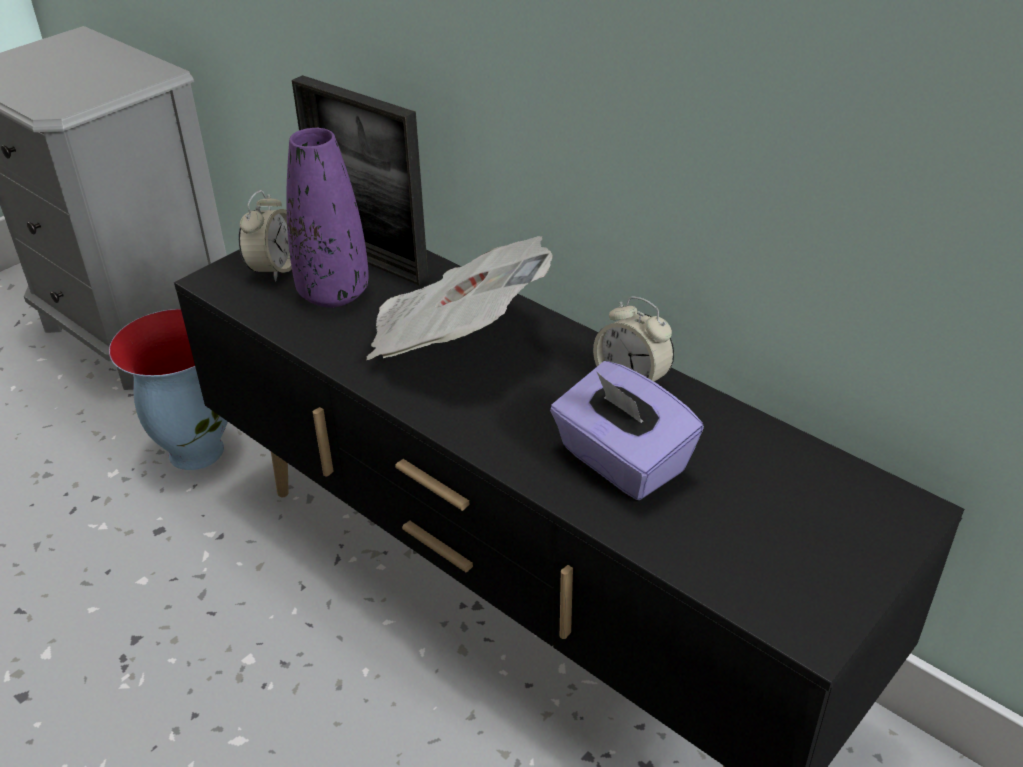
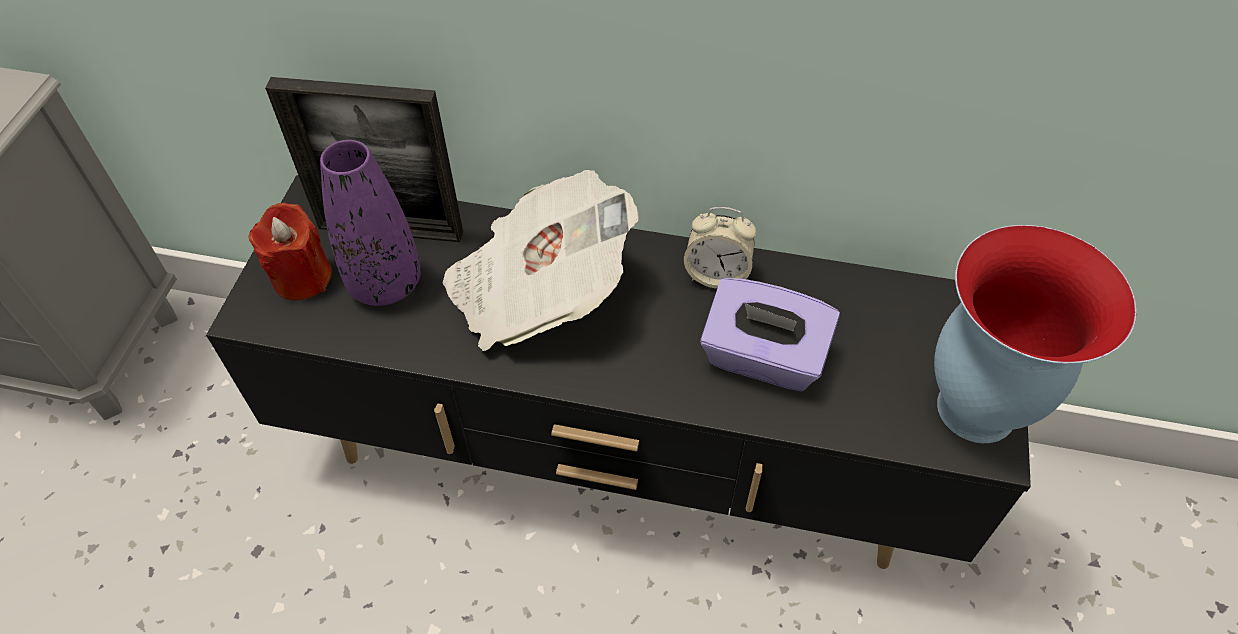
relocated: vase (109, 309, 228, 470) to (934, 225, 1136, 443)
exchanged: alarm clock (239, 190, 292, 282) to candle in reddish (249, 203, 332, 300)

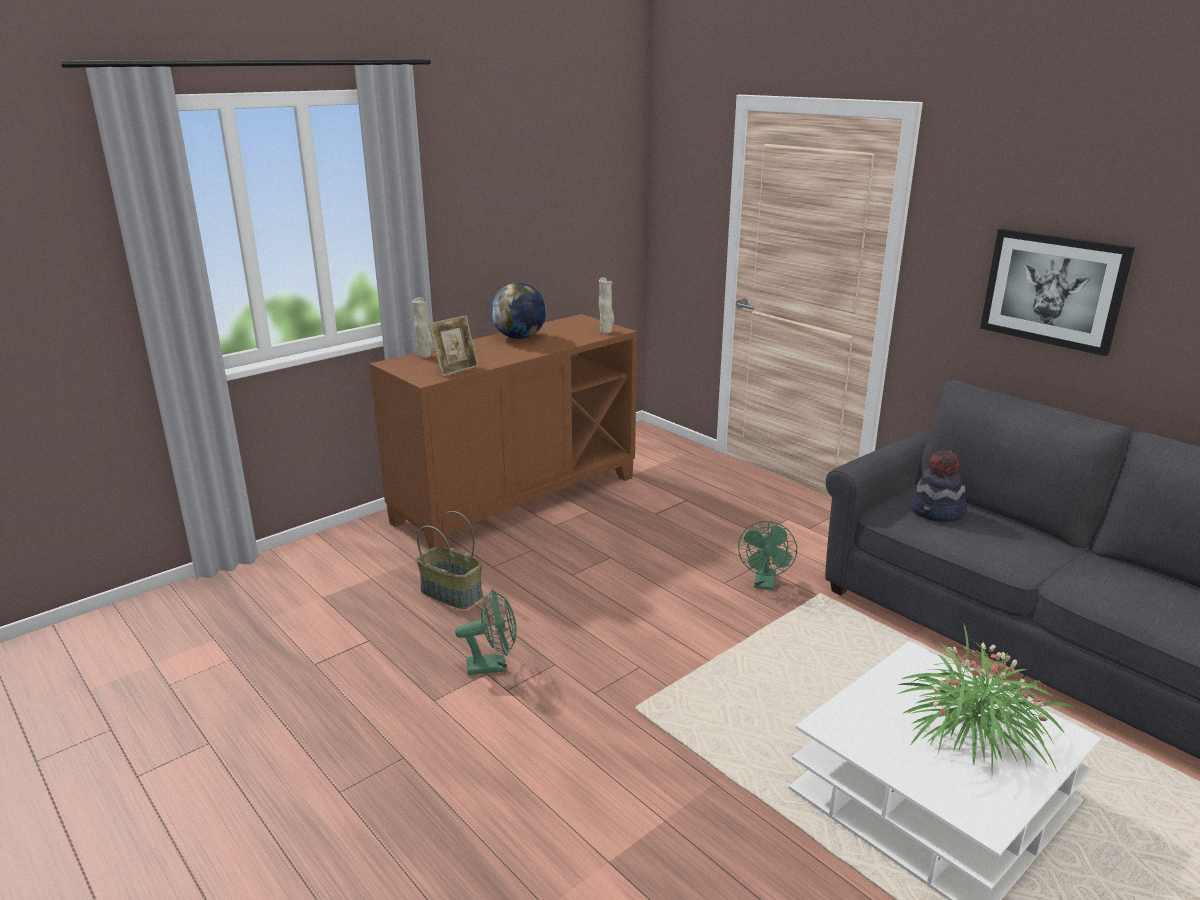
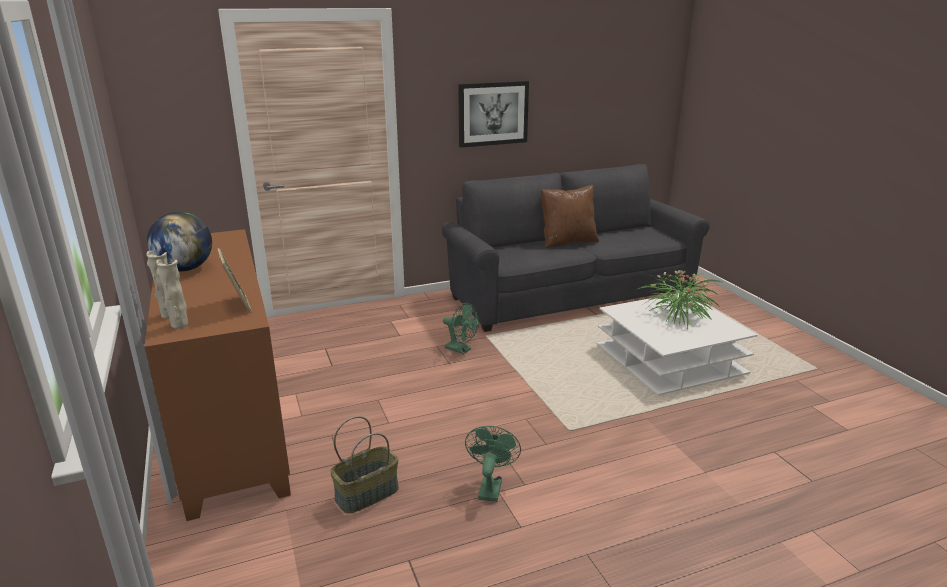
missing: wearable hat (911, 450, 967, 522)
appeared: cushion in brown-coloured (541, 185, 599, 248)
relocated: vase in beige-coloured (599, 277, 614, 333) to (156, 260, 188, 329)

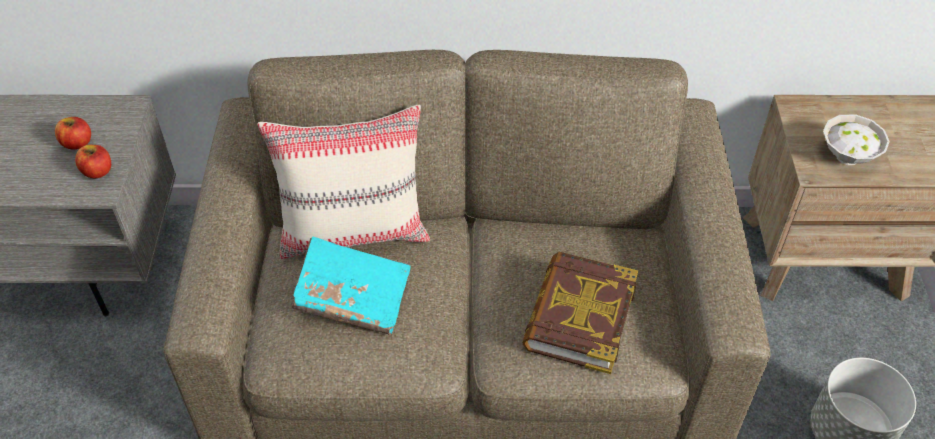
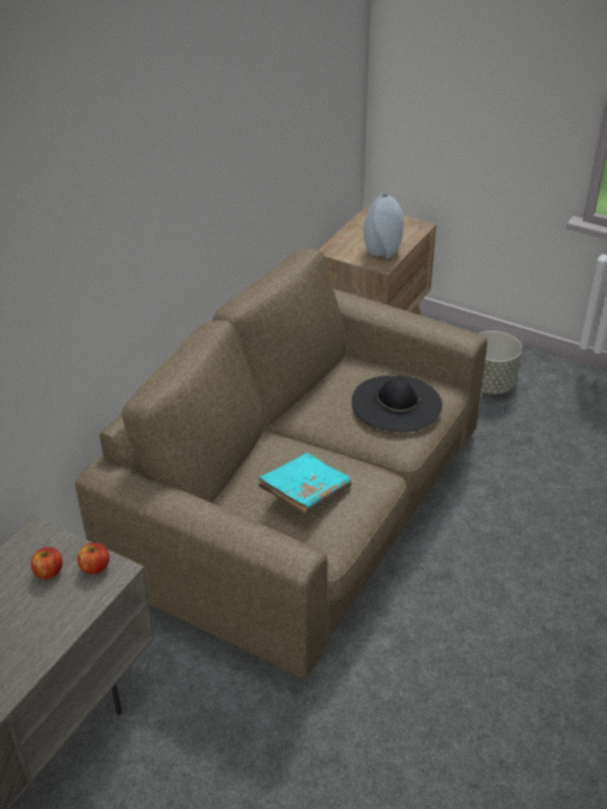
missing: cushion in beige-coloured (257, 105, 430, 259)
exchanged: book (522, 251, 638, 374) to wearable hat in black (352, 375, 442, 432); bowl in whitish (823, 114, 890, 165) to vase in greyish (364, 194, 404, 259)

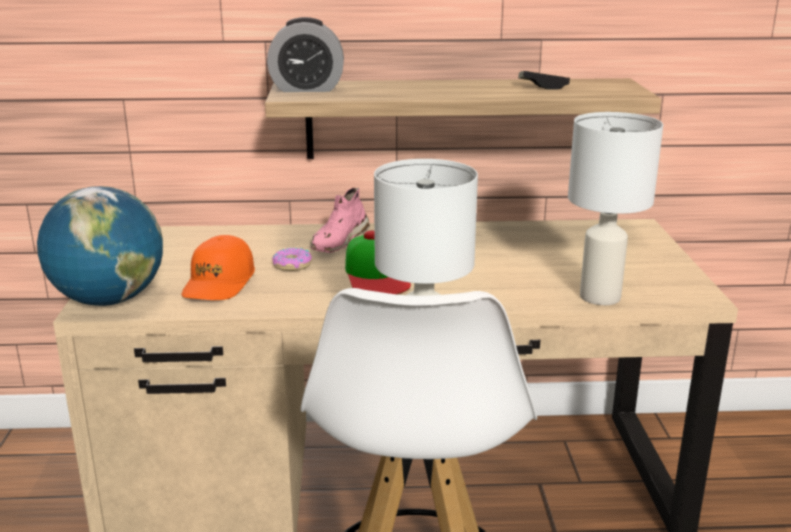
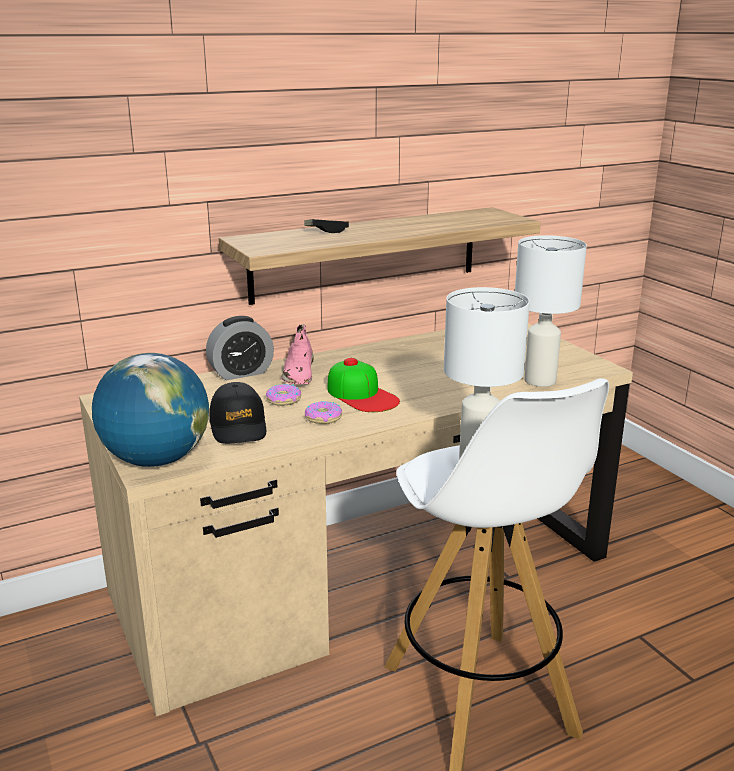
appeared: ring doughnut (305, 401, 342, 424)
relocated: alarm clock (267, 17, 344, 92) to (206, 316, 274, 380); game controller (518, 71, 570, 90) to (304, 219, 349, 233)
colour: peaked cap in orange-coloured (182, 235, 255, 300) to peaked cap in black (209, 382, 266, 444)

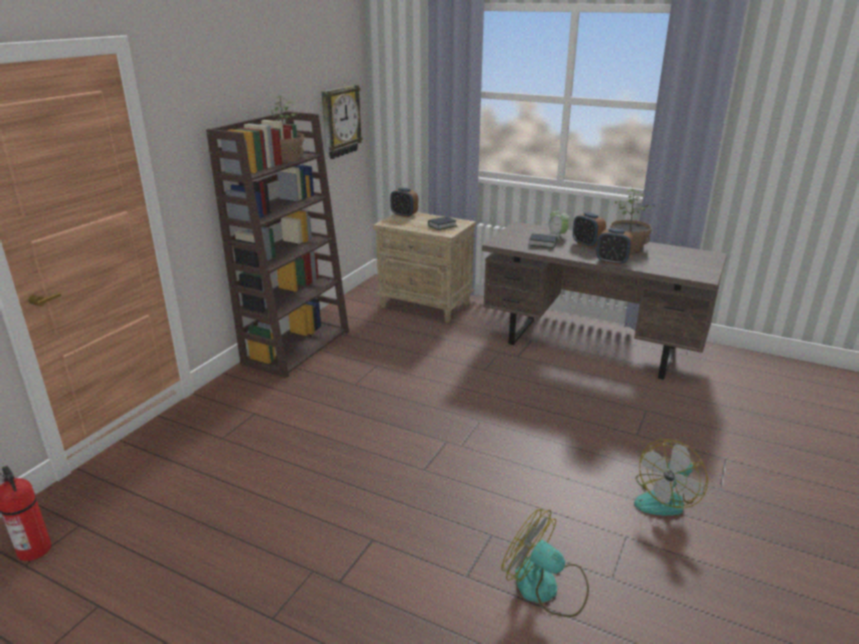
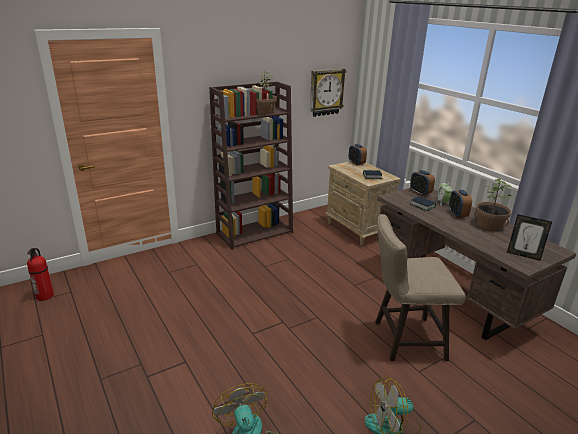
appeared: sitting stool in beige-coloured (375, 214, 466, 361); picture frame (507, 214, 552, 261)
relocated: alarm clock (596, 228, 633, 265) to (410, 170, 435, 196)

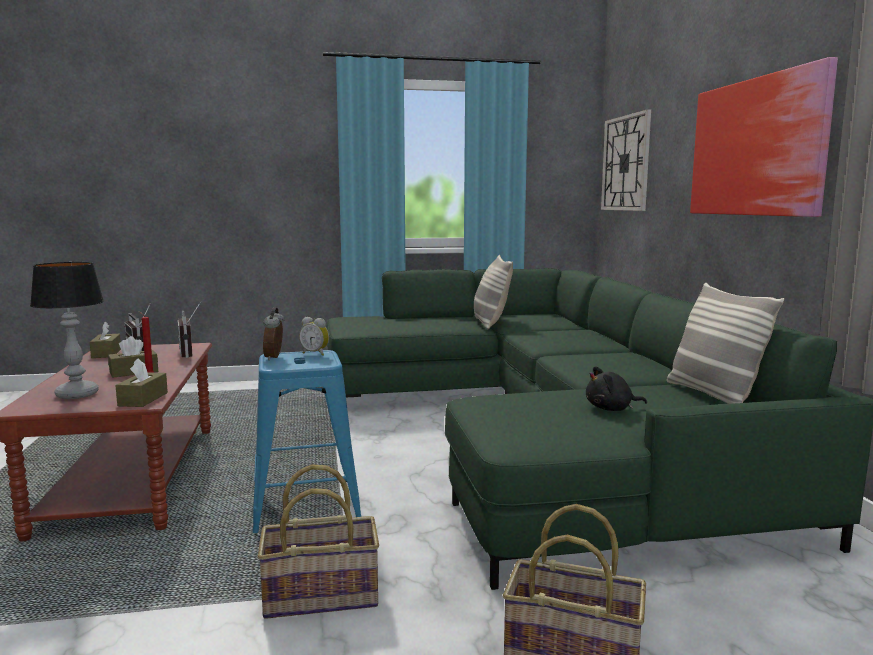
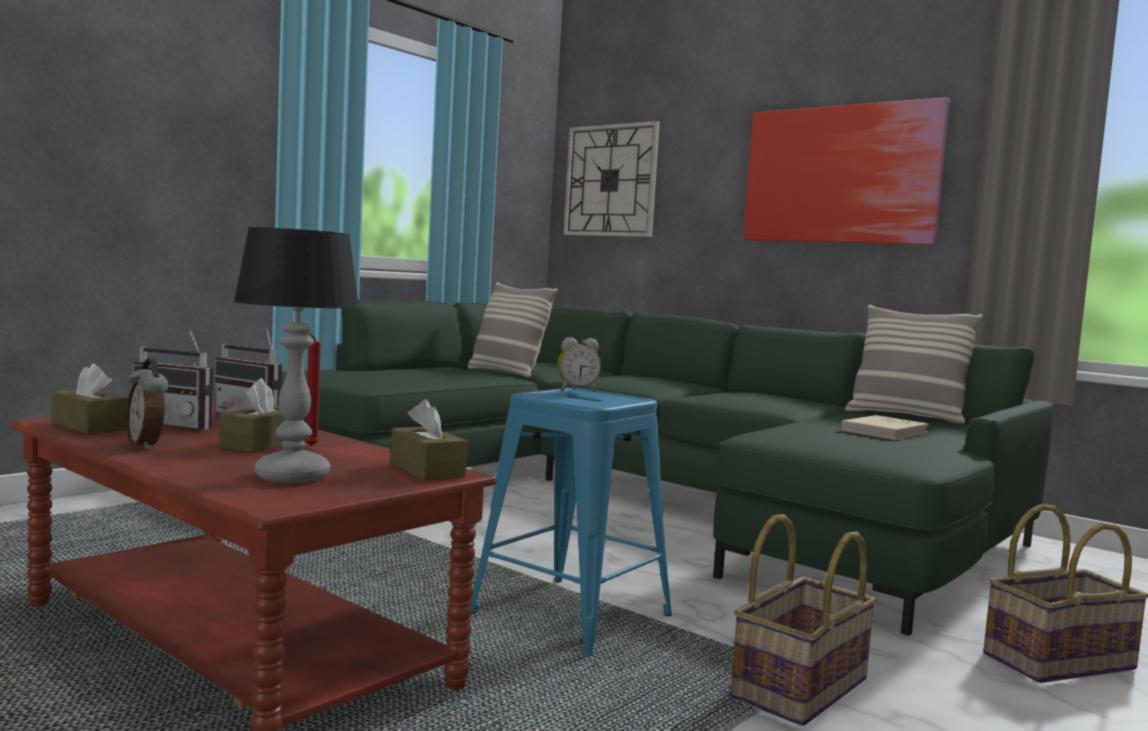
relocated: alarm clock (263, 307, 284, 360) to (126, 359, 168, 450)
exchanged: soft toy in black (586, 366, 647, 411) to book in beige-coloured (841, 415, 929, 440)

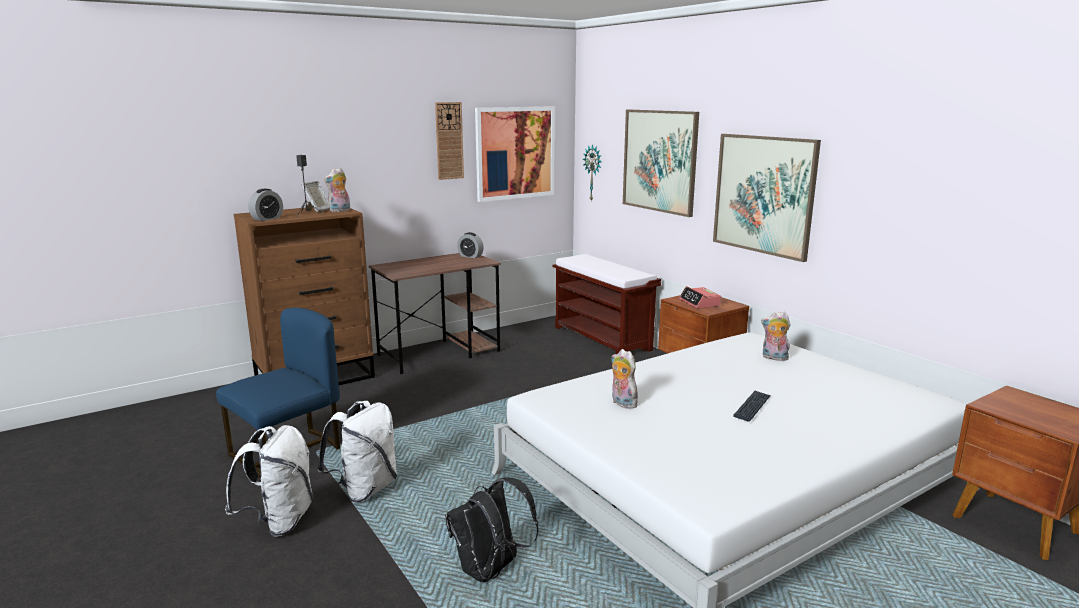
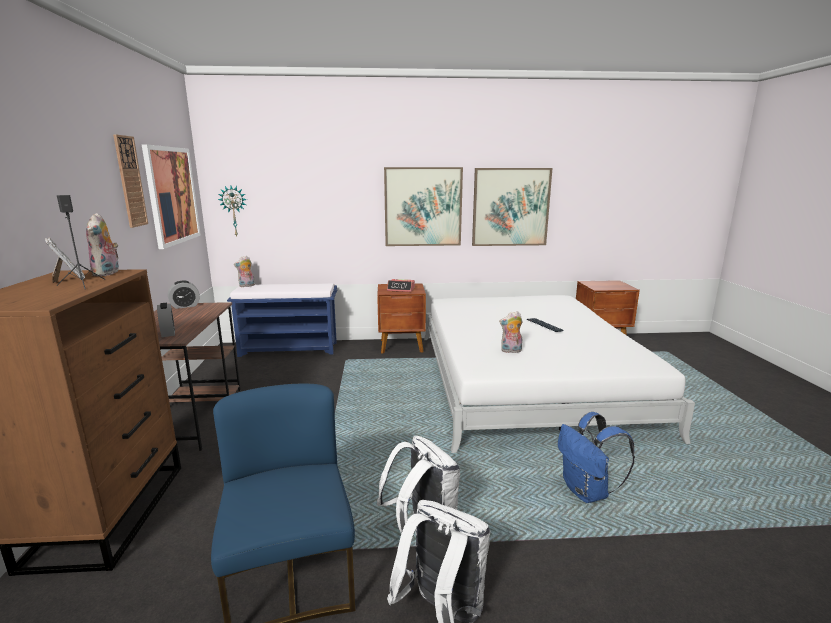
relocated: alarm clock (248, 189, 283, 221) to (157, 303, 175, 337); wall picture (623, 110, 699, 217) to (472, 168, 553, 246); soft toy (761, 311, 791, 361) to (234, 256, 255, 287)
colour: knapsack in black (445, 477, 539, 583) to knapsack in blue (558, 412, 635, 503); long seat in brown-coloured (553, 254, 661, 354) to long seat in blue (227, 283, 337, 357)

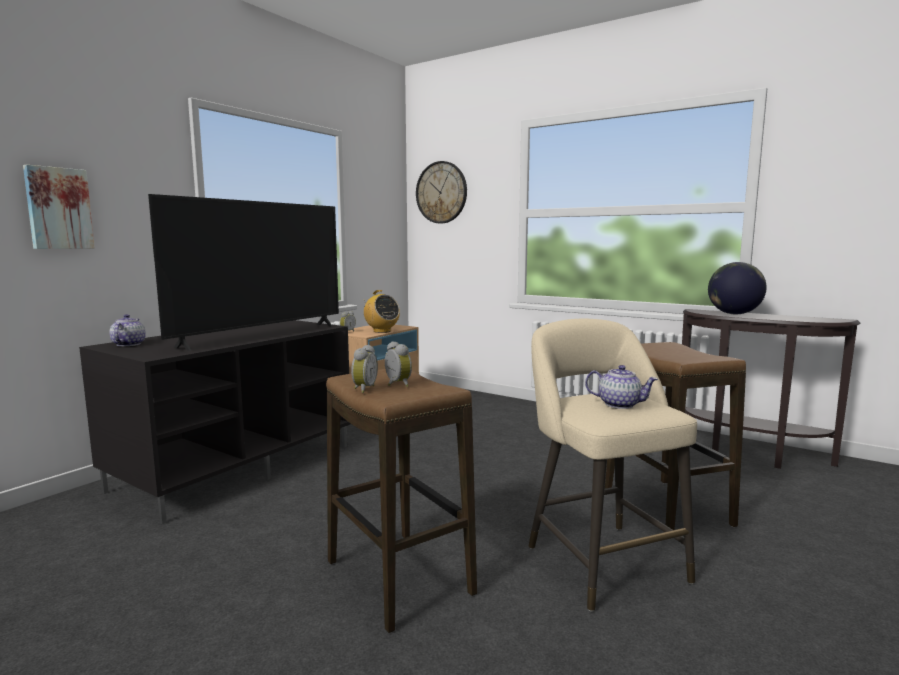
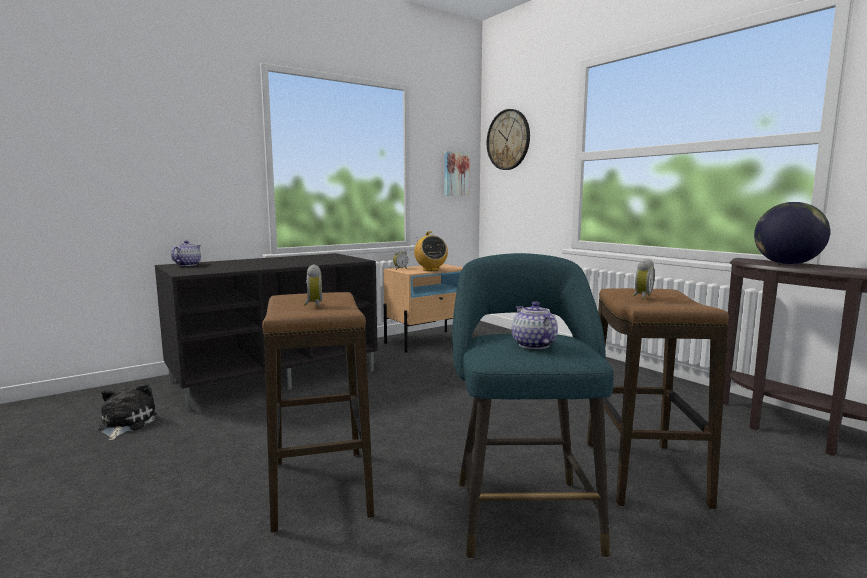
missing: television (148, 194, 339, 351)
appeared: soft toy (97, 384, 157, 440)
relocated: wall picture (23, 164, 95, 249) to (444, 151, 470, 196); alarm clock (351, 345, 378, 393) to (633, 259, 655, 299)
colour: sitting stool in beige-coloured (529, 319, 697, 612) to sitting stool in turquoise (452, 253, 614, 560)
spun: tea pot (585, 365, 658, 409) = (512, 301, 558, 349) 150 degrees counterclockwise

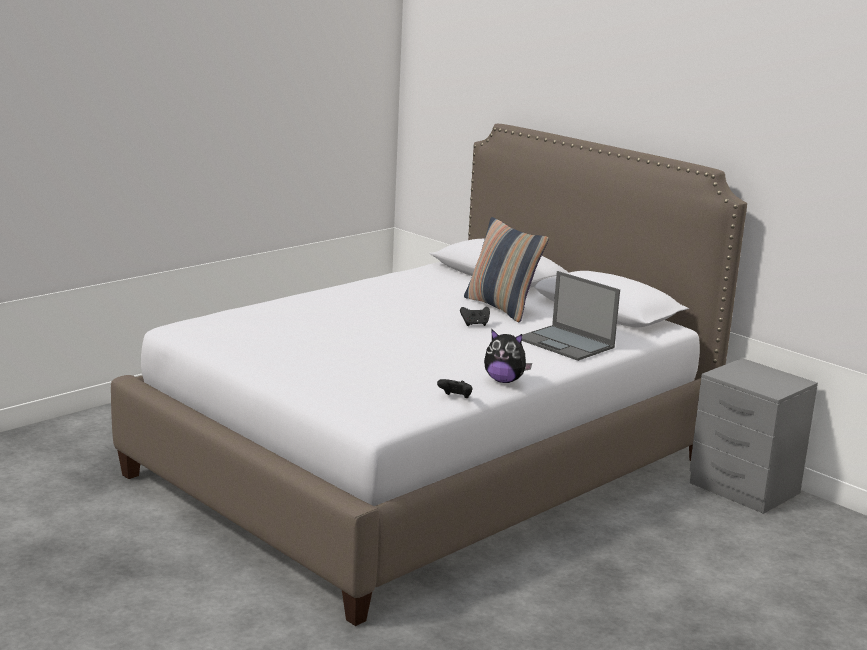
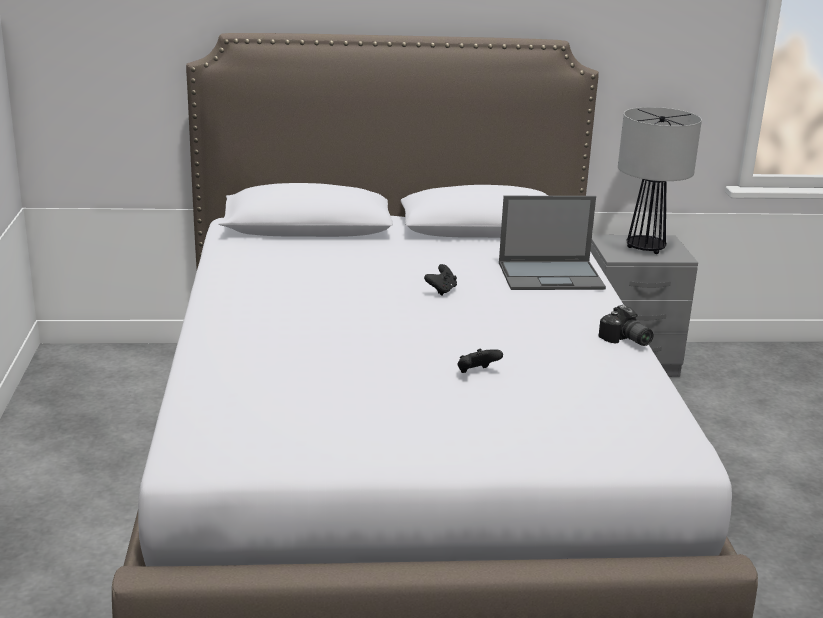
missing: cushion (464, 217, 549, 322)
appeared: lamp for a table (618, 107, 702, 254)
relocated: game controller in black (437, 379, 473, 398) to (458, 349, 503, 373)
exchanged: soft toy (484, 329, 532, 383) to still camera (599, 305, 653, 346)

